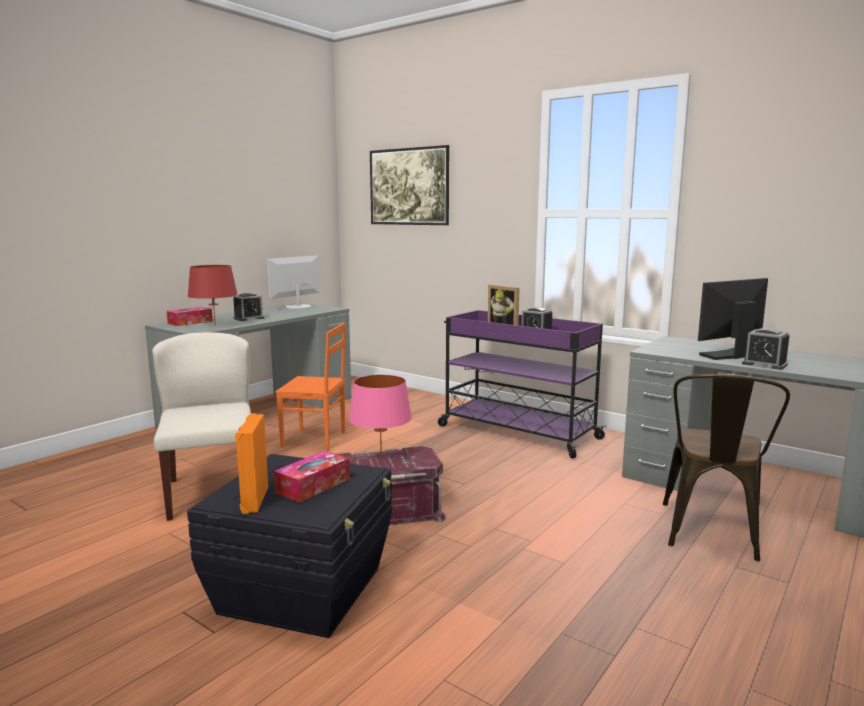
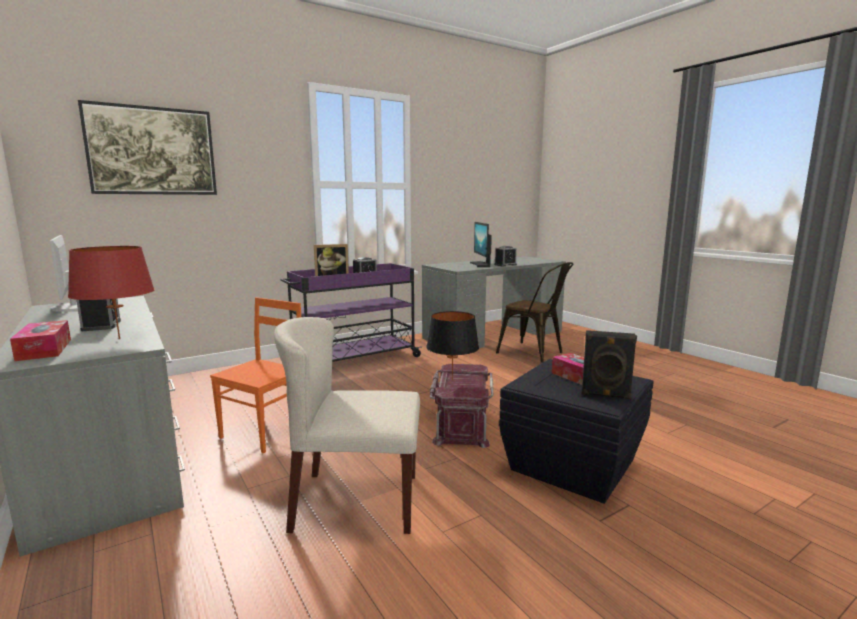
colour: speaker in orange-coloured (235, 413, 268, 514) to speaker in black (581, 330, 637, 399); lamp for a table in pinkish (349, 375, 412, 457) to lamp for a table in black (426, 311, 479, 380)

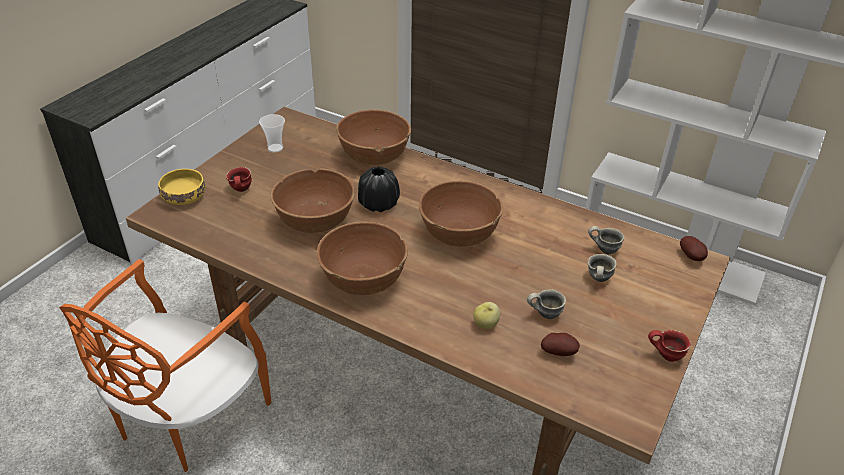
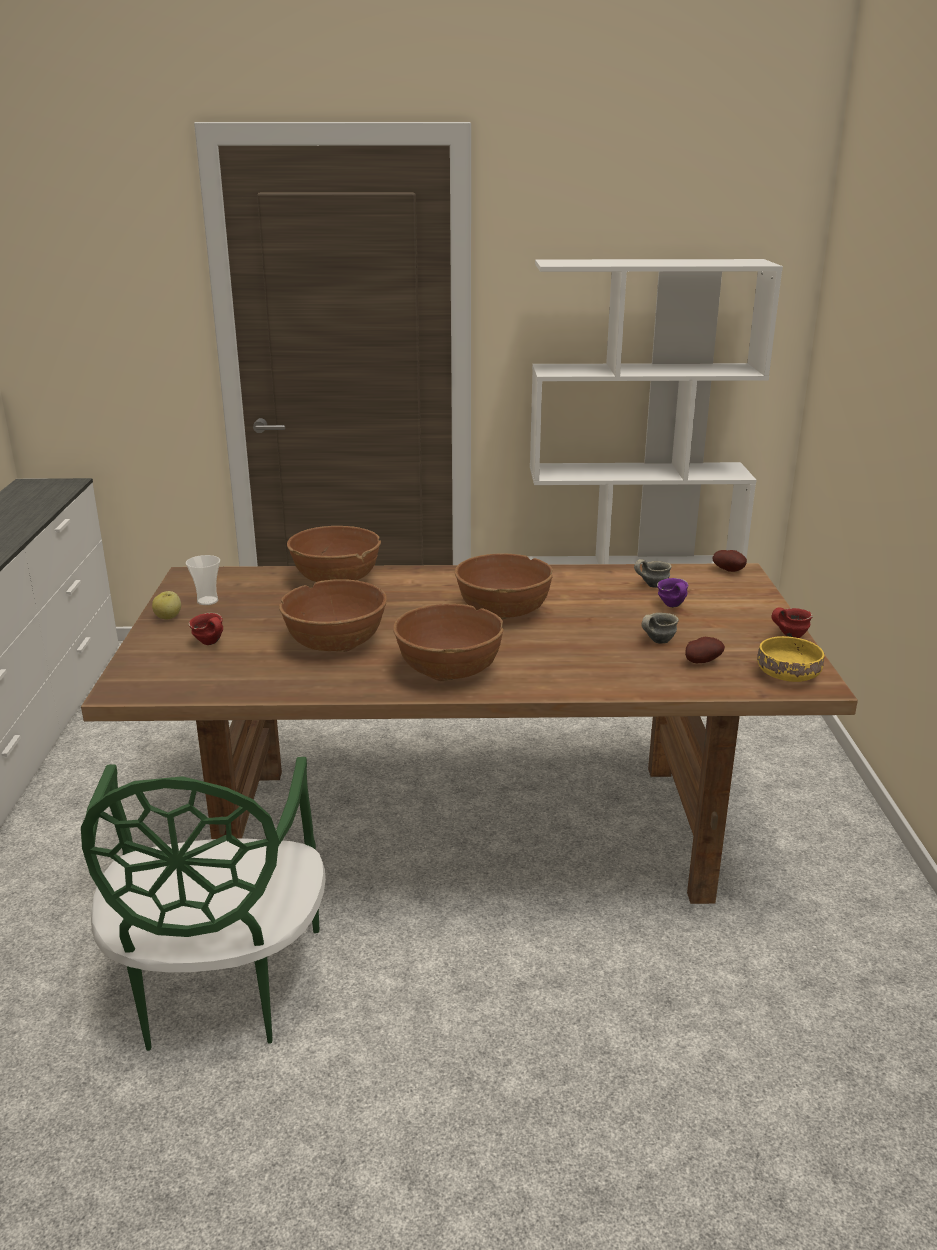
missing: vase in black (358, 167, 400, 212)
relocated: bowl in yellowish (158, 169, 205, 205) to (757, 636, 824, 682); apple (473, 302, 500, 329) to (152, 591, 181, 619)
colour: upright chair in orange-coloured (59, 259, 271, 472) to upright chair in greenish (81, 757, 326, 1051); coffee mug in greyish (588, 254, 617, 282) to coffee mug in purple-coloured (657, 578, 688, 607)

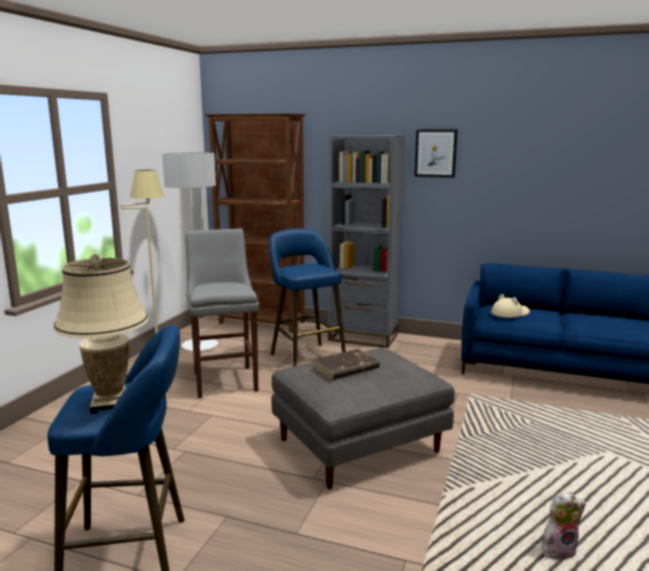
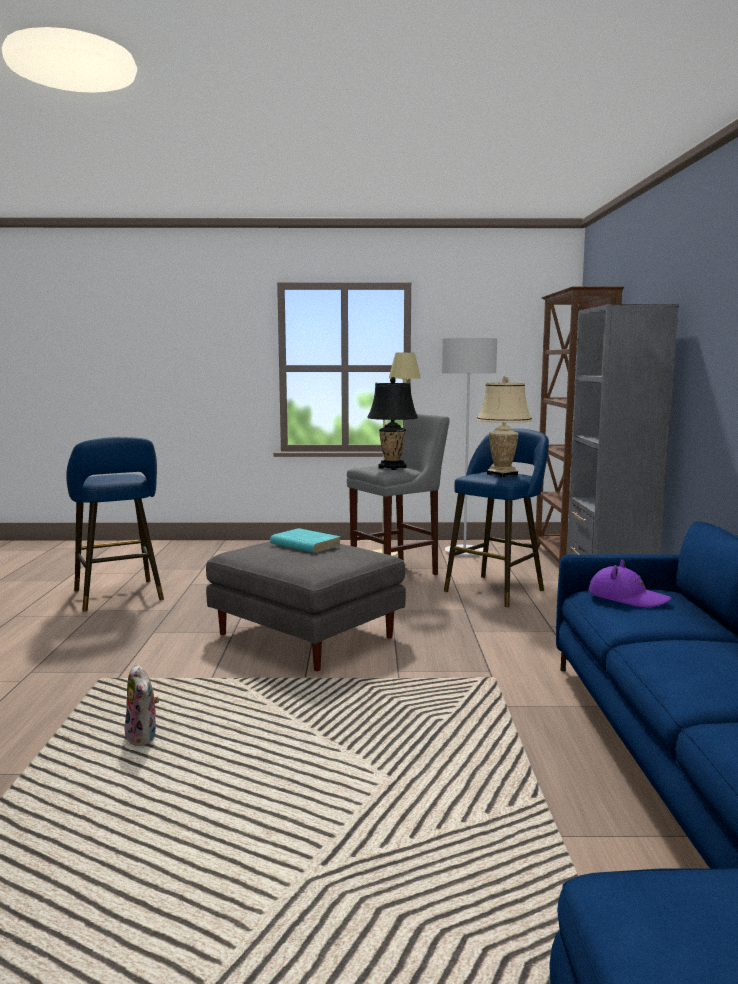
missing: wall picture (414, 129, 458, 178)
appeared: lamp for a table in black (367, 377, 418, 470)
relocated: lamp for a table in beige-coloured (53, 253, 149, 414) to (476, 376, 532, 477)
colour: book in brown-coloured (313, 349, 380, 380) to book in turquoise (270, 528, 341, 553); wearable hat in beige-coloured (491, 294, 530, 318) to wearable hat in purple-coloured (589, 560, 672, 608)

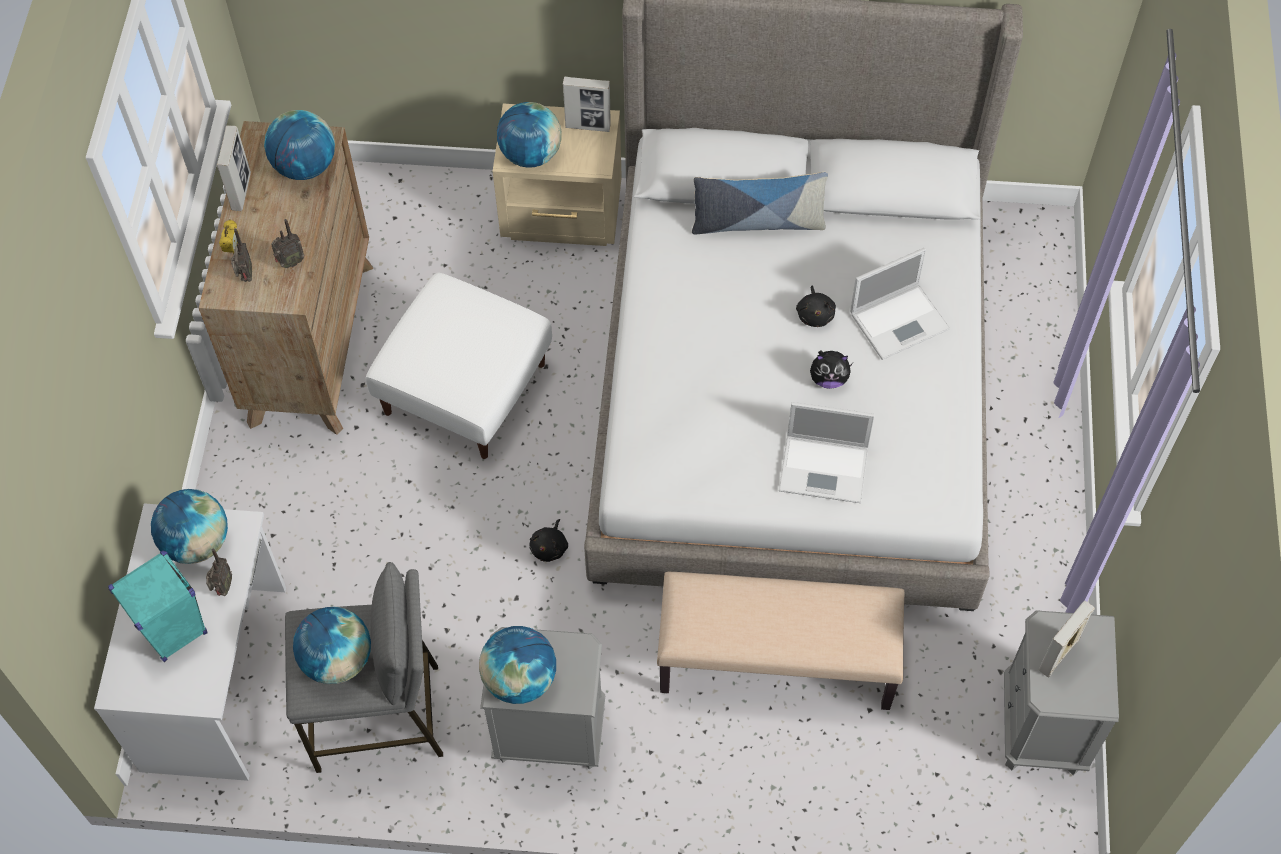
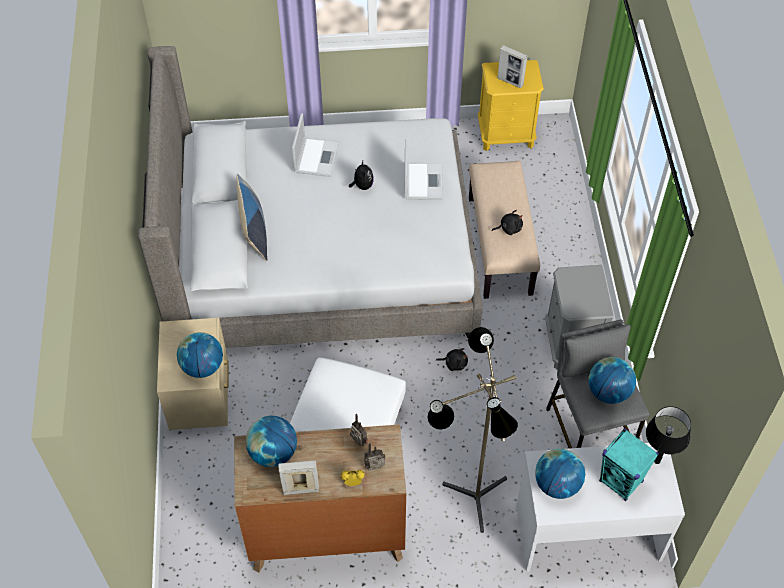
missing: radio receiver (206, 549, 232, 596); desk globe (479, 626, 556, 704); picture frame (563, 77, 611, 132)
appeared: floor lamp (428, 327, 518, 533); lamp for a table in black (646, 406, 691, 464)
relocated: soft toy in black (796, 286, 836, 327) to (492, 210, 523, 235)
colour: nightstand in greyish (1004, 610, 1119, 775) to nightstand in yellowish (478, 60, 544, 151)
spun: portable computer (850, 248, 950, 360) = (292, 113, 339, 177) 45 degrees clockwise

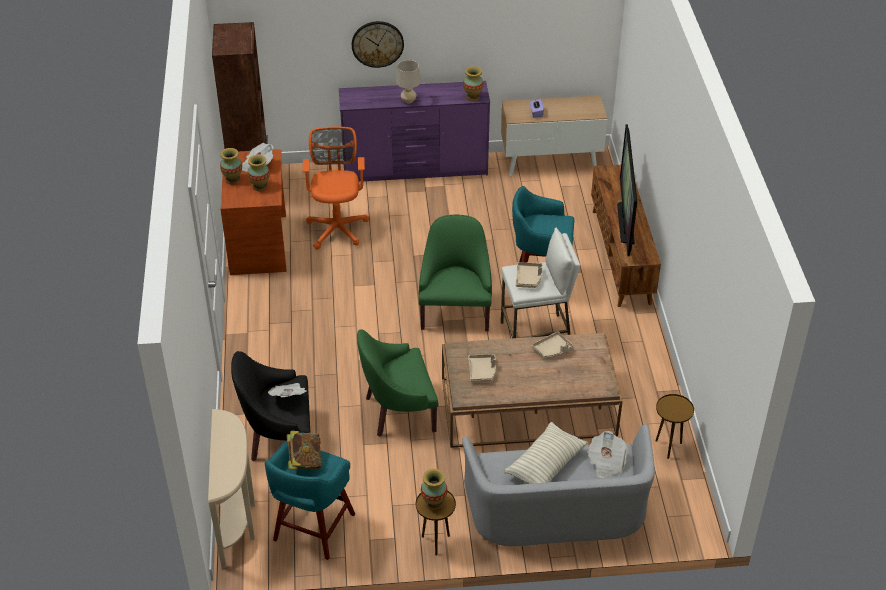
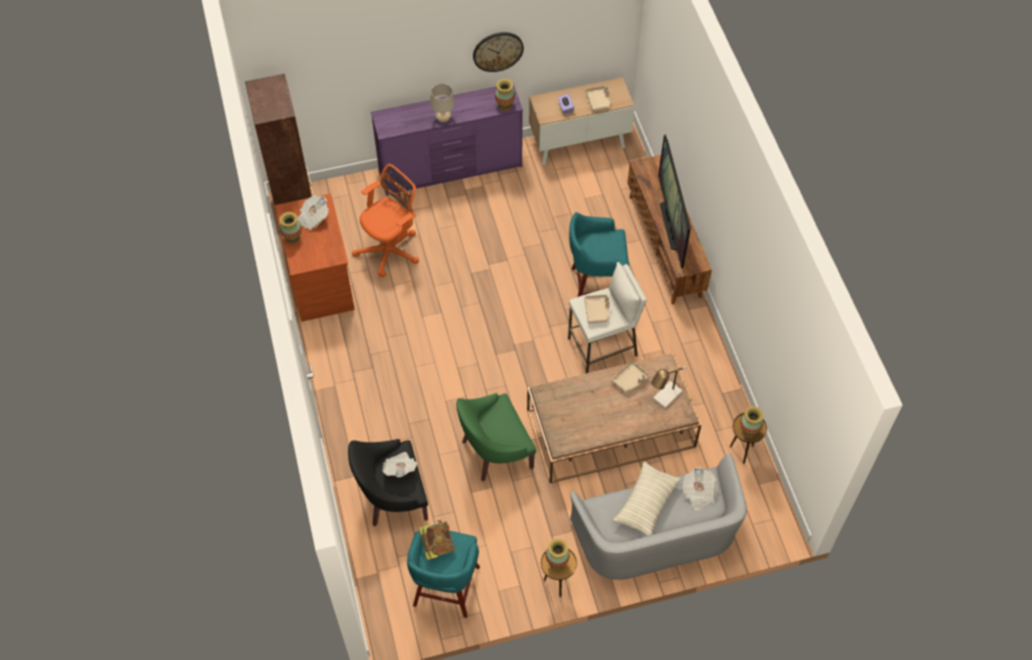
missing: hall table in beige-coloured (208, 409, 255, 569); lounge chair in greenish (419, 215, 492, 331)
appeared: lamp for a table (651, 366, 687, 408)
relocated: vase (247, 155, 270, 191) to (740, 406, 764, 438); clock on the wall (352, 21, 404, 68) to (473, 32, 524, 72); carrying tray in beige-coloured (468, 354, 496, 382) to (585, 86, 610, 111)
spun: desk chair in orange-coloured (303, 127, 369, 250) = (352, 164, 419, 277) 60 degrees clockwise

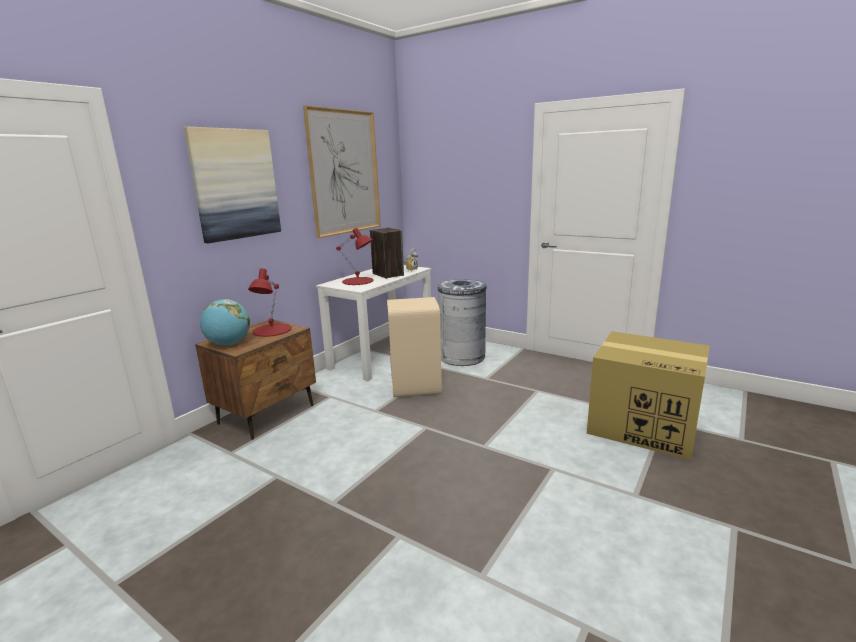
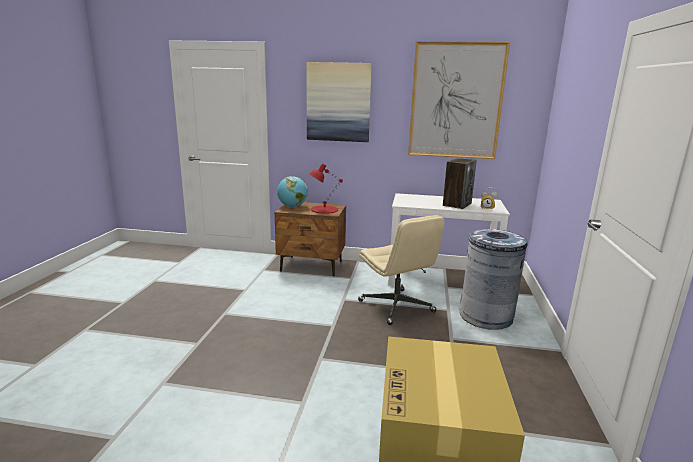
missing: lamp for a table in reddish (336, 228, 374, 285)
exchanged: waste bin in beige-coloured (387, 297, 442, 397) to desk chair in beige-coloured (358, 215, 444, 325)

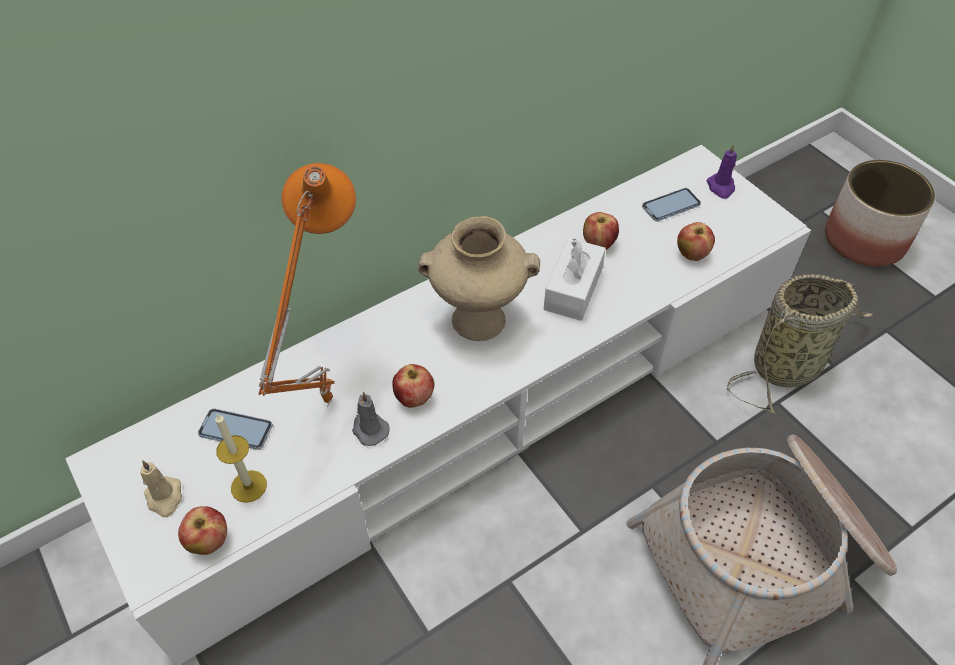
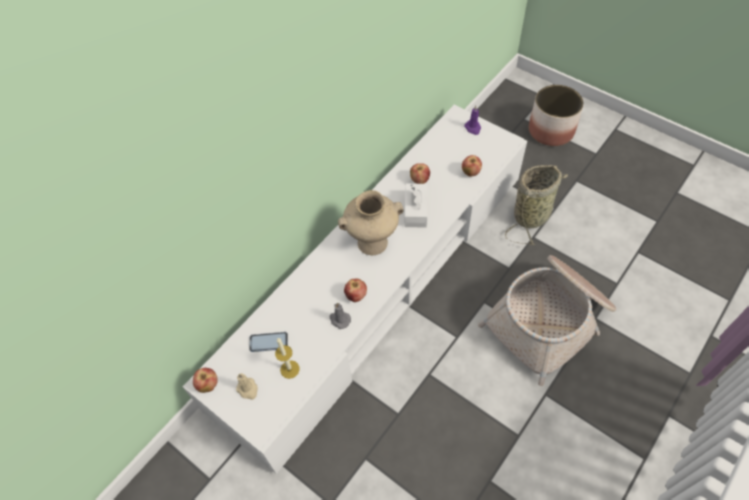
missing: lamp for a table in orange-coloured (259, 163, 356, 407); handset (642, 188, 701, 221)
relocated: apple (178, 506, 227, 555) to (193, 368, 218, 393)

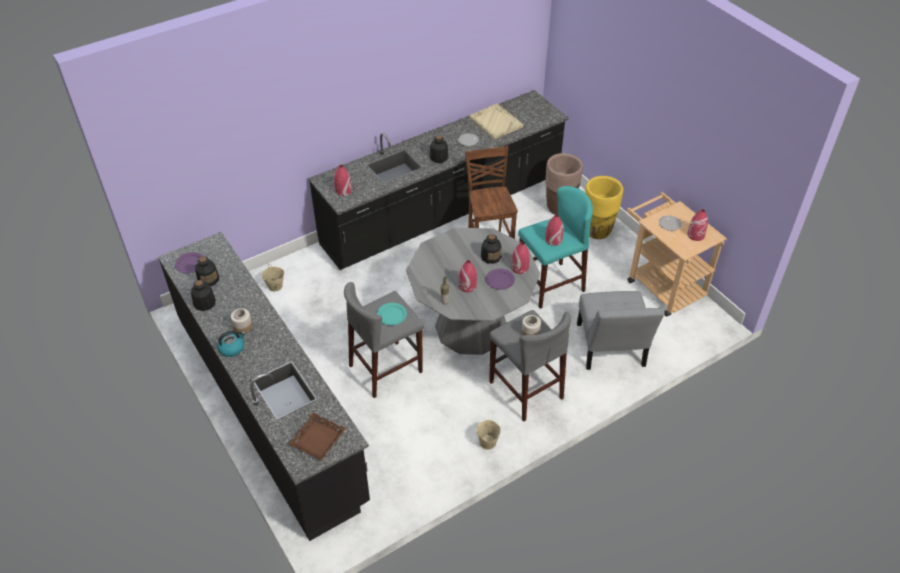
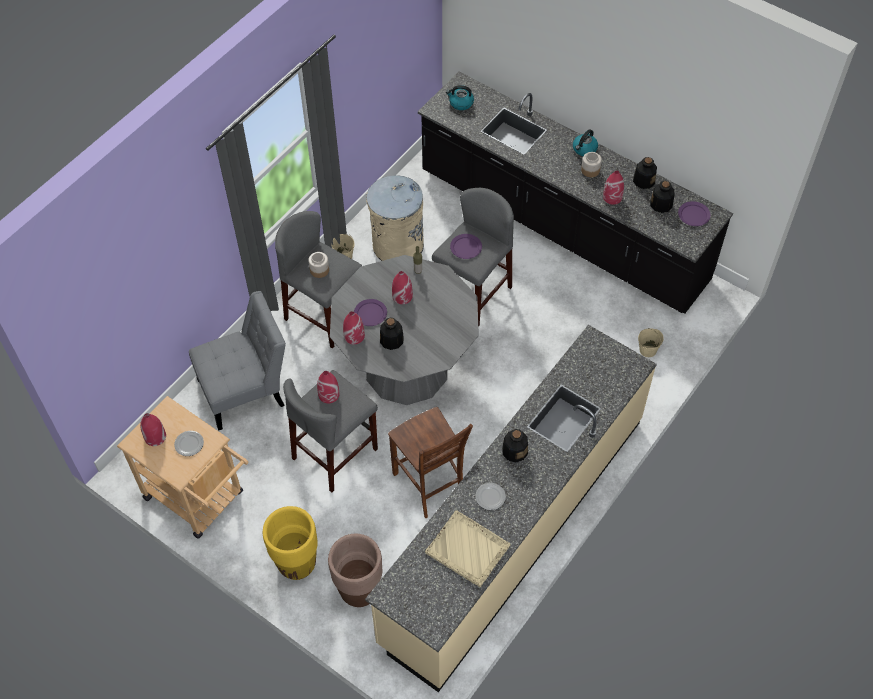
appeared: waste bin in beige-coloured (366, 175, 424, 261)
relocated: vase in reddish (334, 165, 352, 196) to (603, 171, 624, 205)
exchanged: carrying tray in brown-coloured (288, 412, 346, 461) to tea kettle (446, 85, 474, 110)
colour: kitchen base unit in black (308, 90, 569, 270) to kitchen base unit in beige-coloured (365, 325, 657, 692); plate in turquoise (377, 303, 407, 325) to plate in purple-coloured (450, 234, 482, 259); sitting stool in turquoise (518, 186, 593, 308) to sitting stool in greyish (283, 370, 378, 493)
spun: upright chair in greyish (577, 291, 665, 370) = (189, 291, 286, 431) 90 degrees clockwise

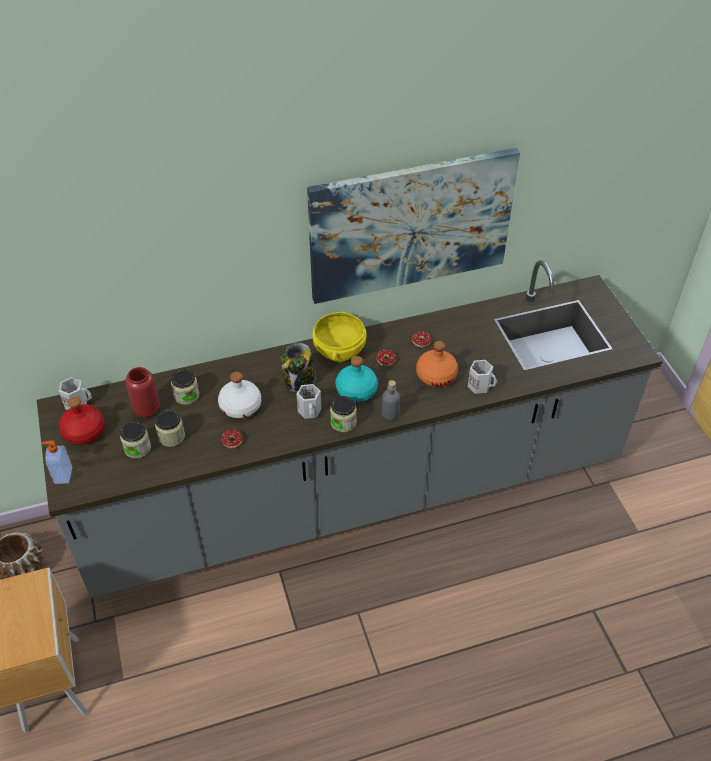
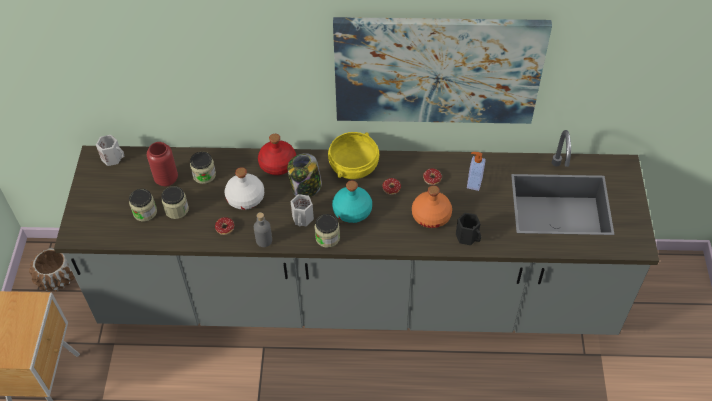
relocated: liquid soap bottle (41, 441, 72, 484) to (467, 152, 486, 191); bottle in reddish (59, 397, 105, 445) to (258, 134, 296, 175); bottle in greyish (382, 380, 400, 420) to (254, 212, 272, 247)
colour: coffee mug in whitish (468, 360, 497, 394) to coffee mug in black (456, 213, 481, 245)

